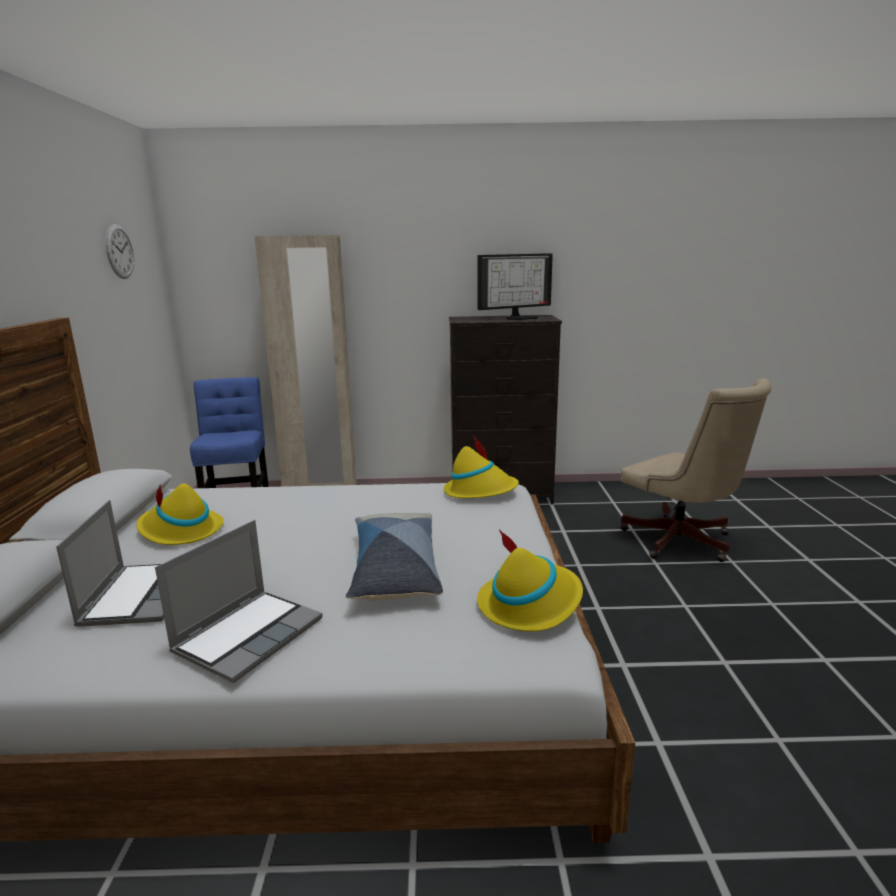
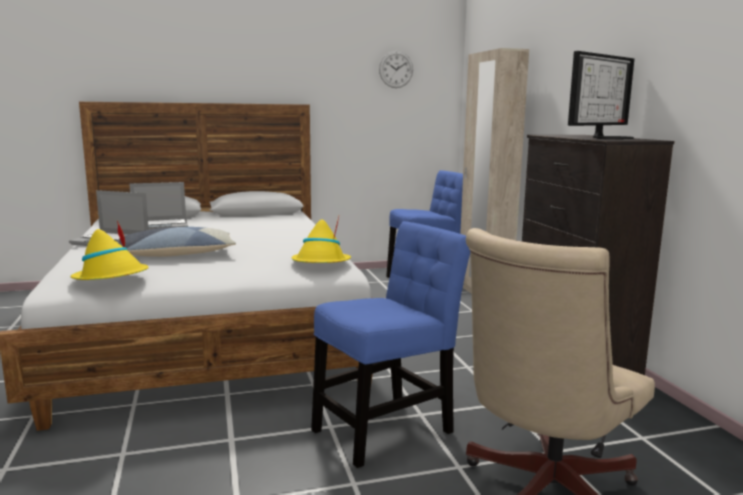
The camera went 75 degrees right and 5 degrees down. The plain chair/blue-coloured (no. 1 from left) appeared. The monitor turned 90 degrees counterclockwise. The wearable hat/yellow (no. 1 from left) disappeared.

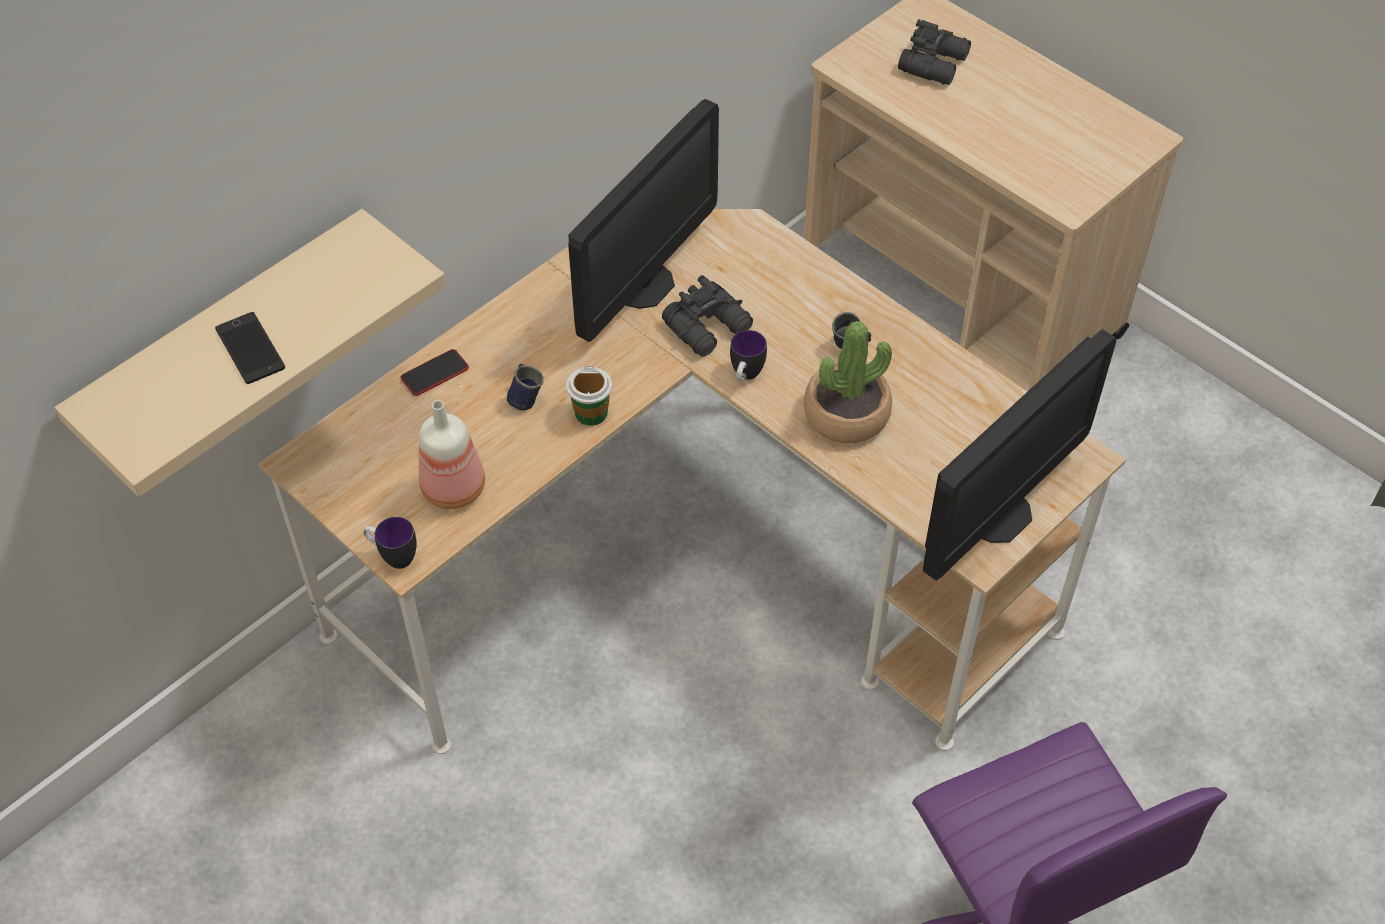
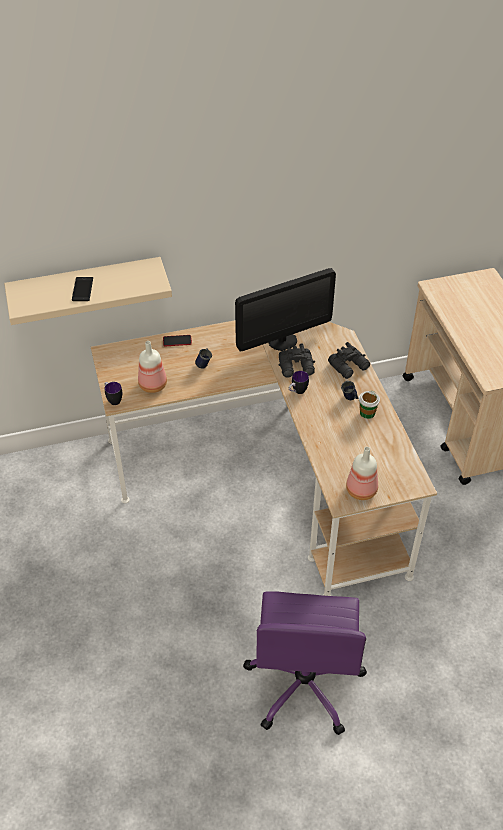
The camera went 30 degrees right and 5 degrees down. The field glasses/blackish (no. 2 from left) moved. The monitor (no. 2 from left) was replaced by the drink bottle (no. 2 from left). The cup moved. The houseplant disappeared.

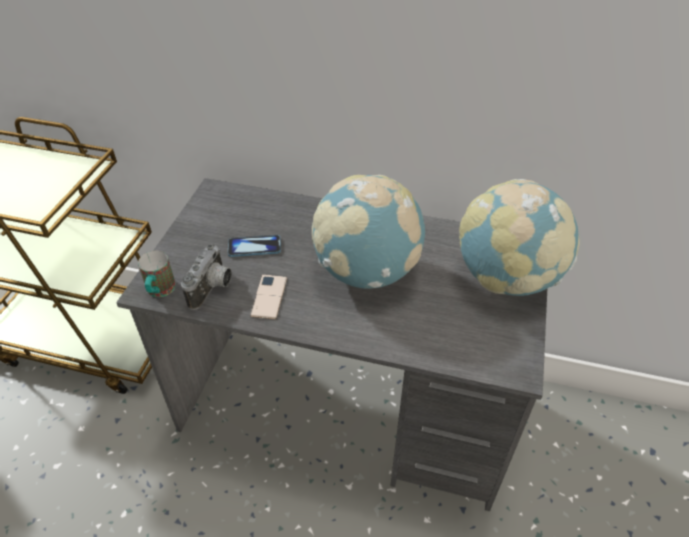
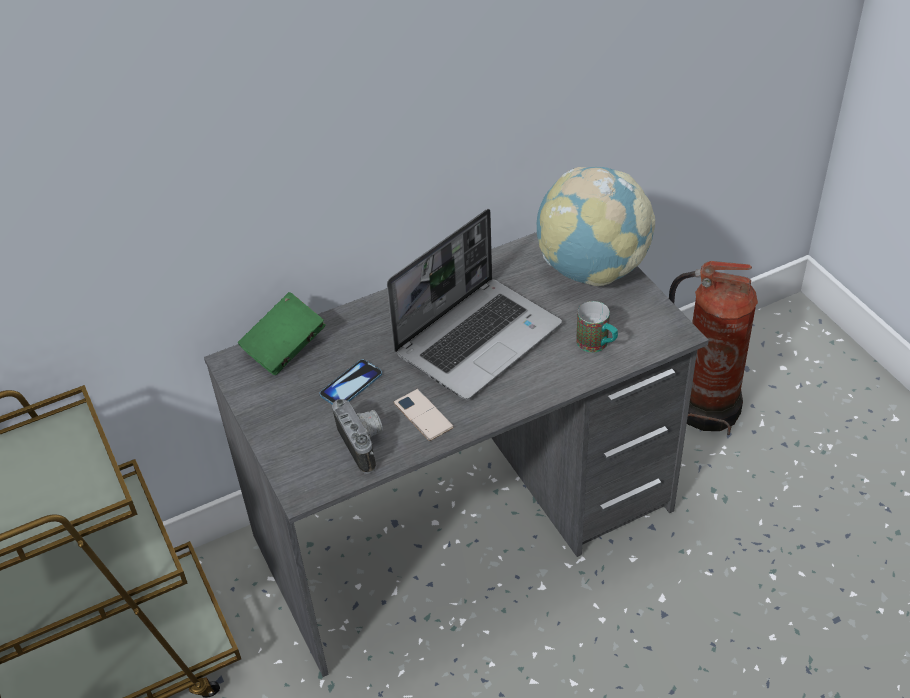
The camera went 40 degrees left and 0 degrees up. The bound book/green appeared. The globe (no. 1 from left) was replaced by the portable computer. The mug moved. The fire-fighting cylinder appeared.

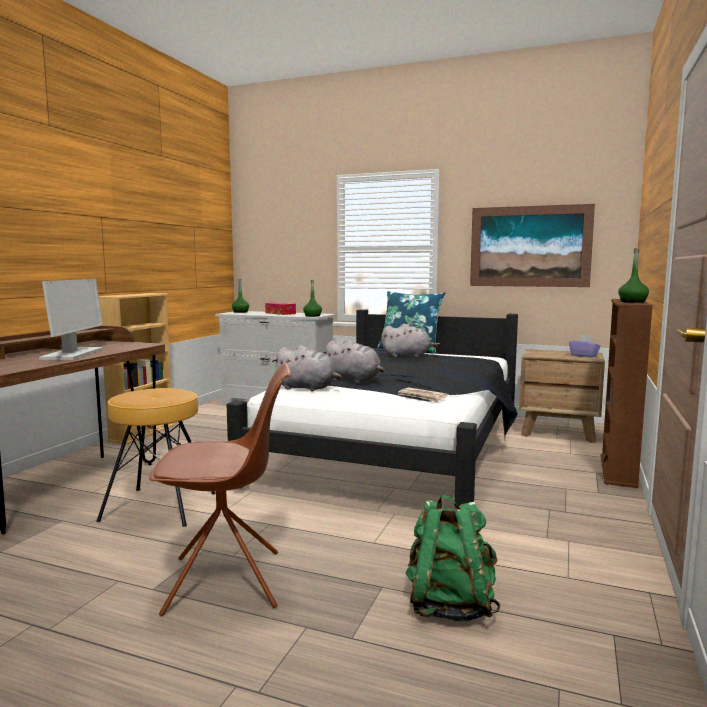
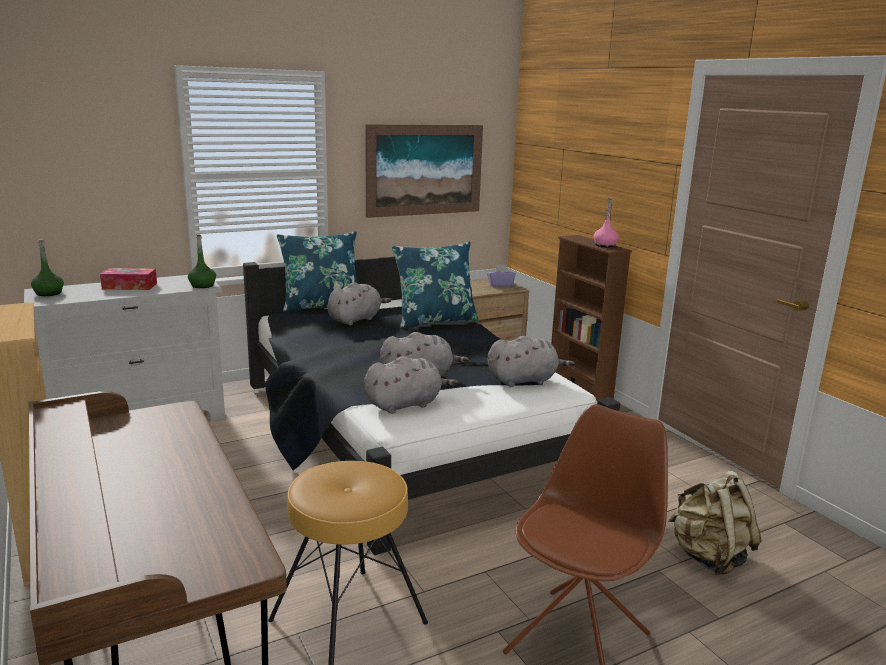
The camera went 50 degrees left and 10 degrees up. The pillow/blue-coloured (no. 2 from left) appeared. The newspaper was replaced by the plush toy/greyish (no. 4 from left). The drink bottle/green (no. 3 from left) became the drink bottle/pink. The backpack/green became the backpack/beige. The monitor disappeared.

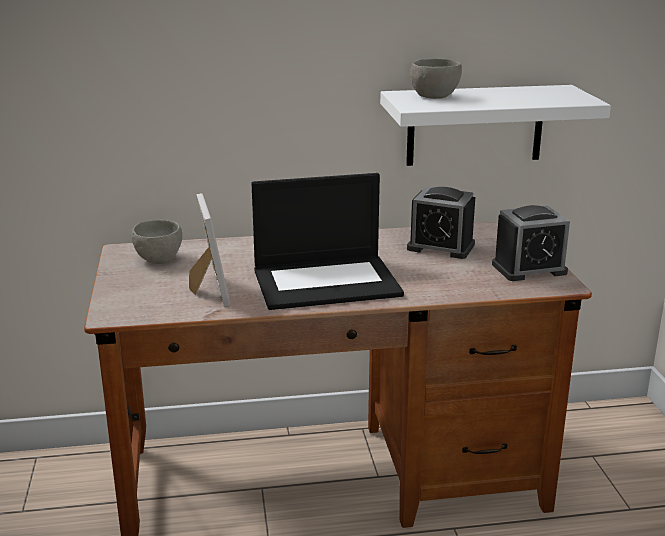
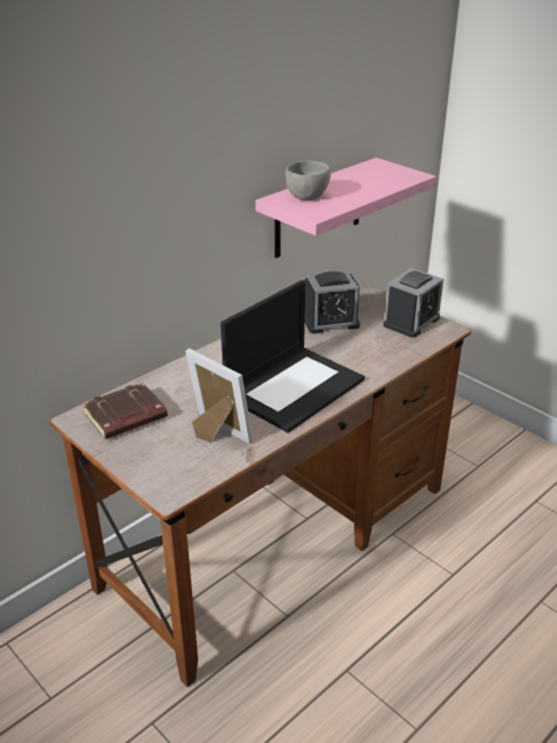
The camera went 35 degrees left and 10 degrees up. The bowl/greyish (no. 1 from left) was replaced by the bound book/brownish. The wall shelf/white-coloured became the wall shelf/pink.

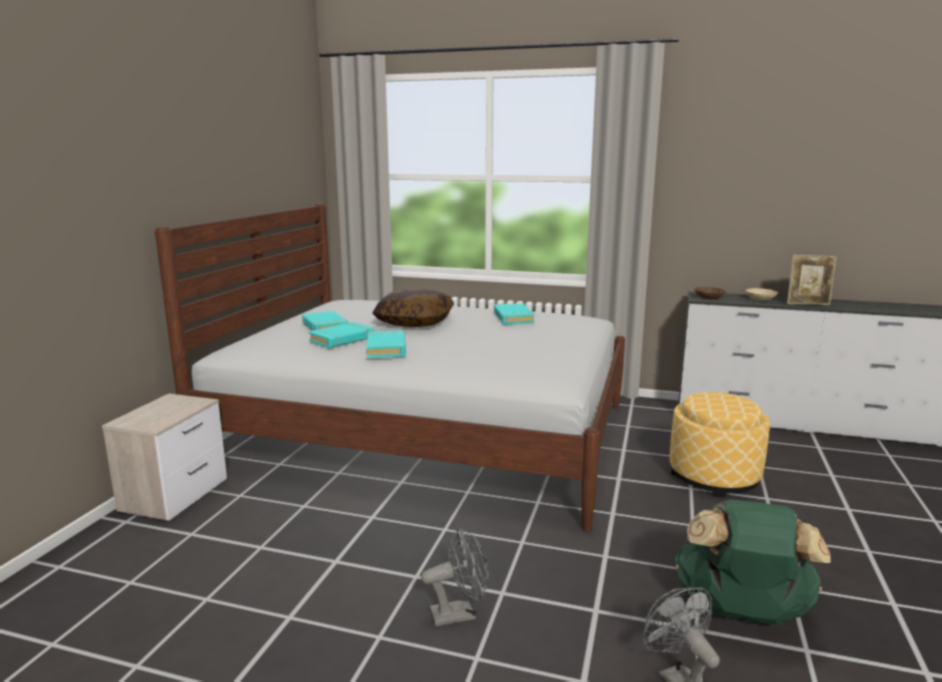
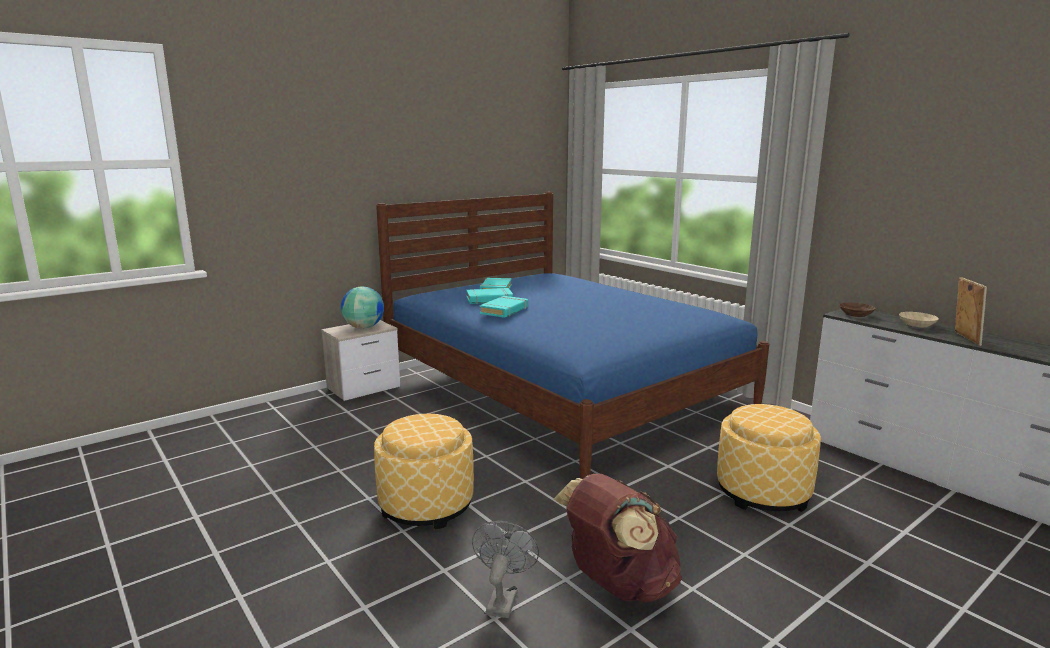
The camera went 35 degrees right and 0 degrees up. The globe appeared. The cooling fan/greyish (no. 1 from left) was replaced by the footrest (no. 1 from left). The sleeping bed/white-coloured became the sleeping bed/blue-coloured. The backpack/green became the backpack/brownish. The standing frame turned 120 degrees counterclockwise. The pillow disappeared. The bound book/blue-green (no. 4 from left) disappeared.

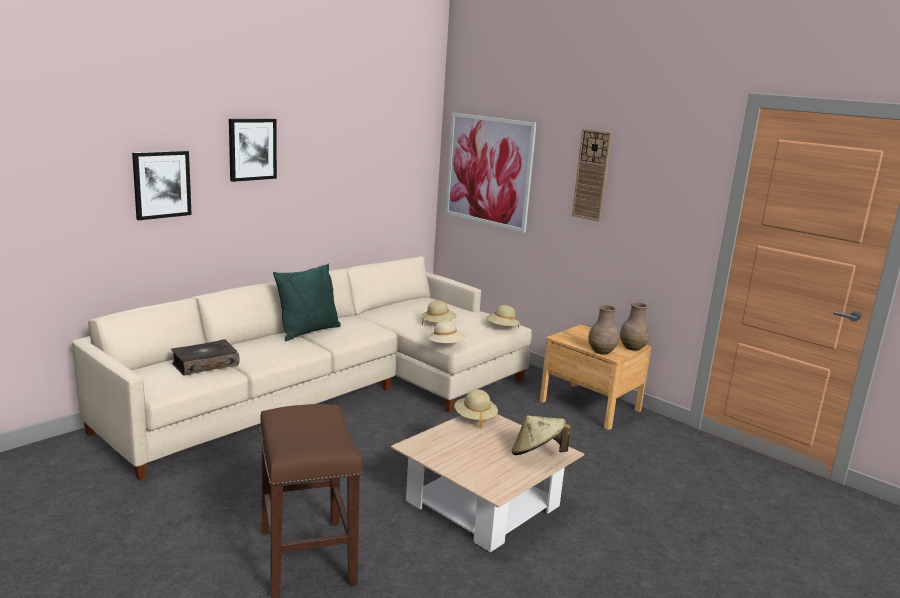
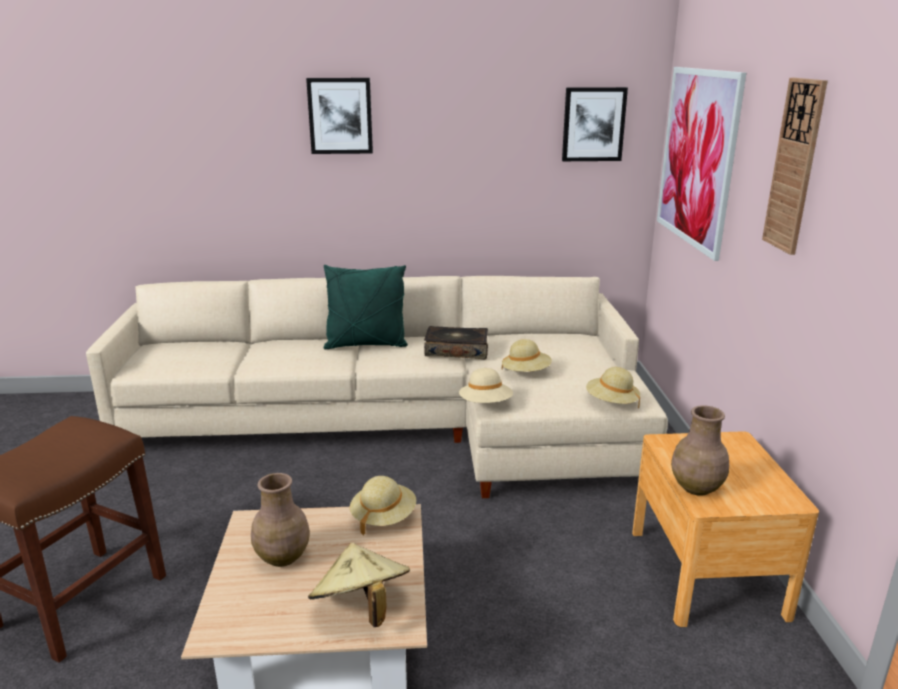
The camera went 45 degrees right and 5 degrees up. The vase/brownish (no. 2 from left in the first image) moved. The bound book moved. The wall art (no. 1 from left in the first image) moved.

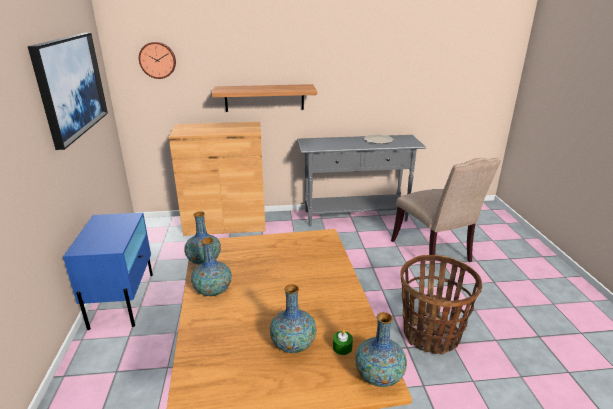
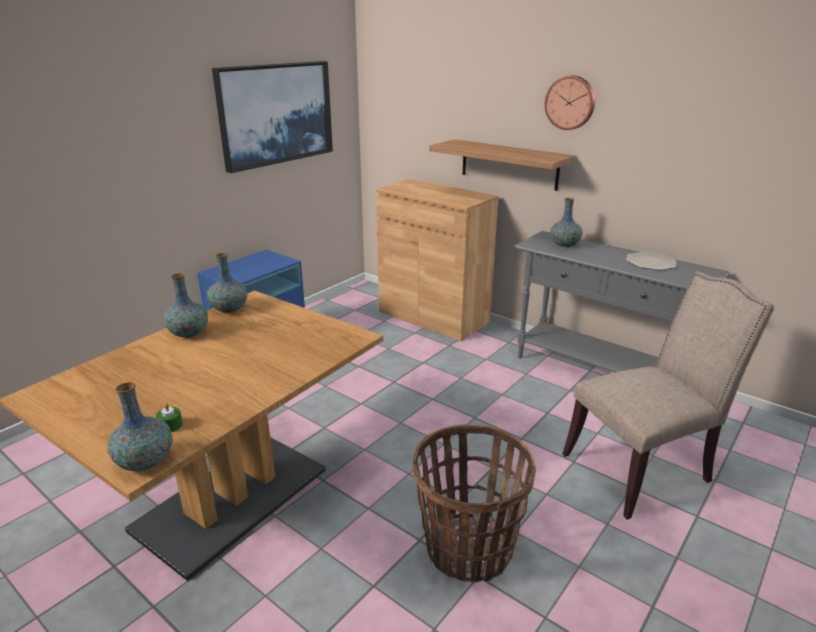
The camera went 45 degrees right and 0 degrees up. The wall clock moved. The vase (no. 3 from left in the first image) moved. The plain chair/beige turned 135 degrees counterclockwise.

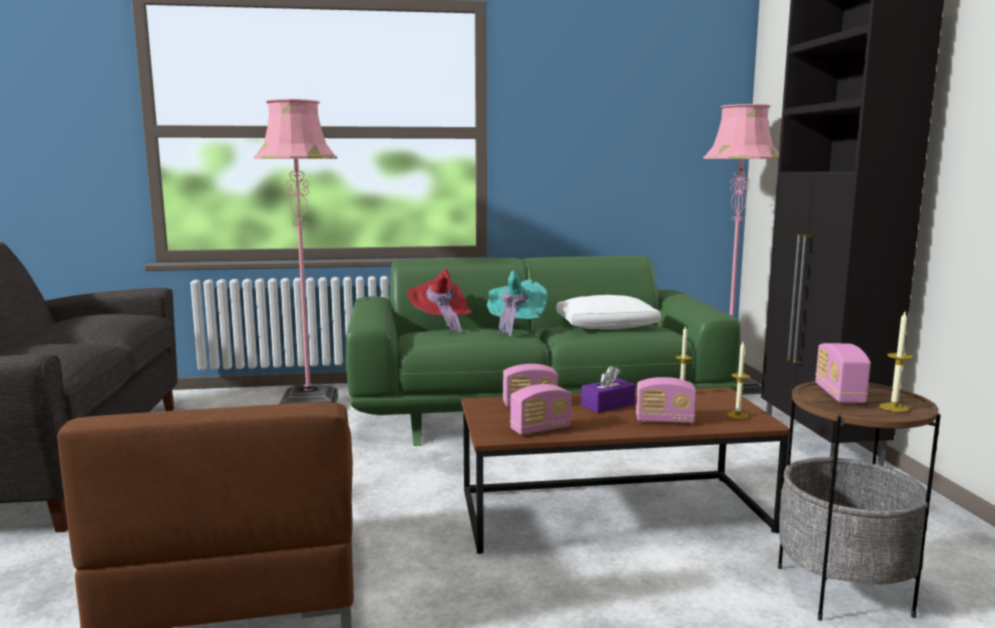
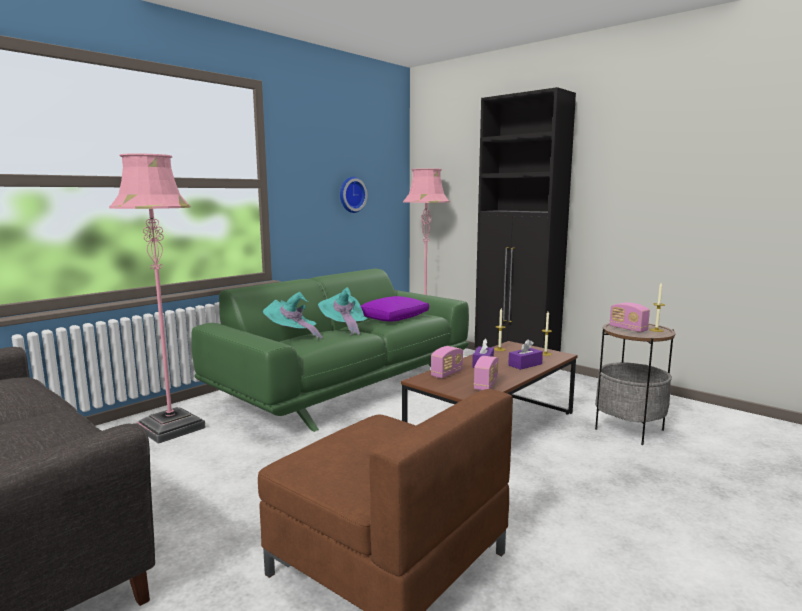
The camera went 40 degrees left and 0 degrees up. The wearable hat/red became the wearable hat/blue-green (no. 1 from left). The wall clock appeared. The pillow/white-coloured became the pillow/purple-coloured. The radio receiver (no. 3 from left) was replaced by the tissue box/purple-coloured (no. 2 from left).

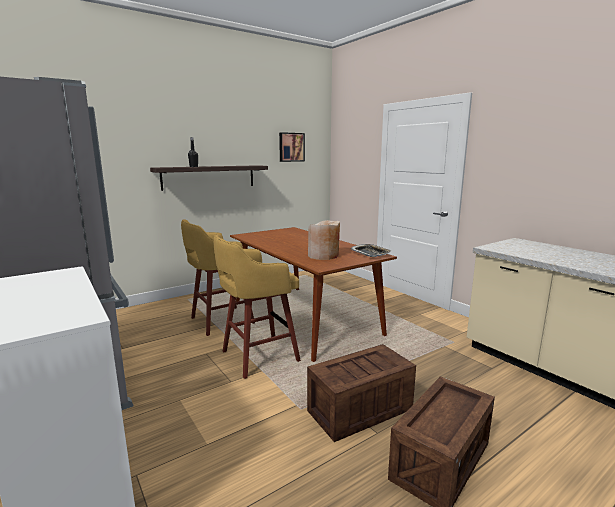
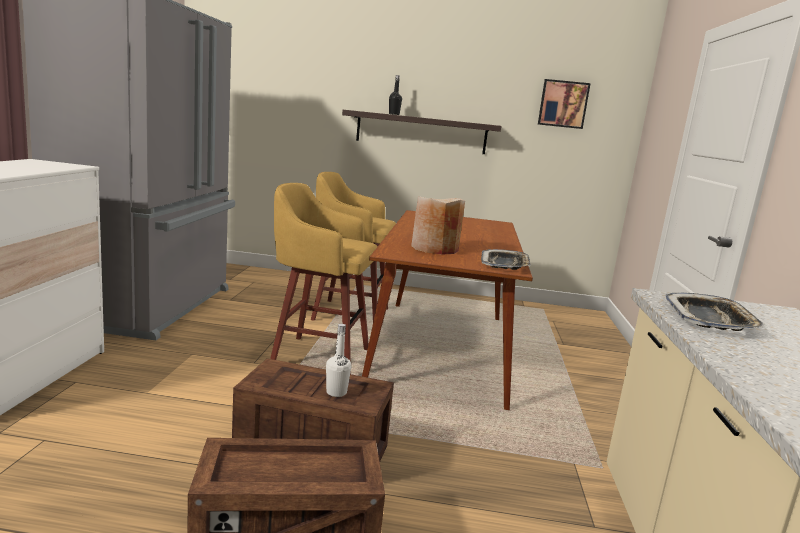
The camera went 40 degrees right and 0 degrees up. The drink bottle/white-coloured appeared. The carrying tray (no. 2 from left) appeared.

